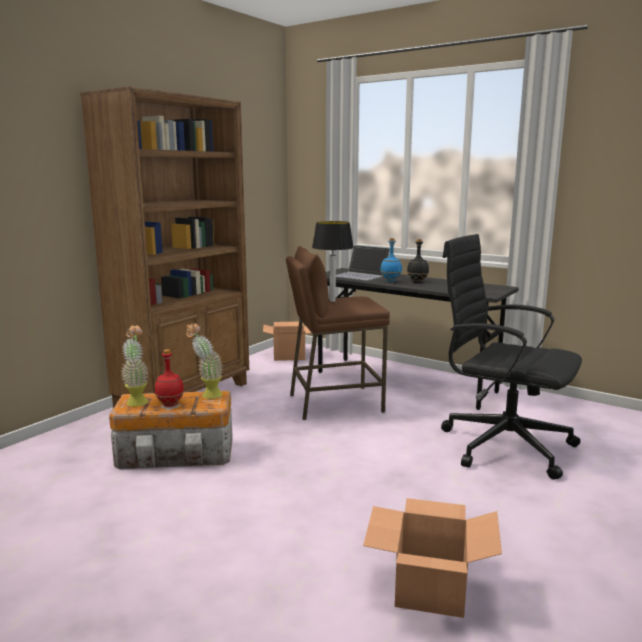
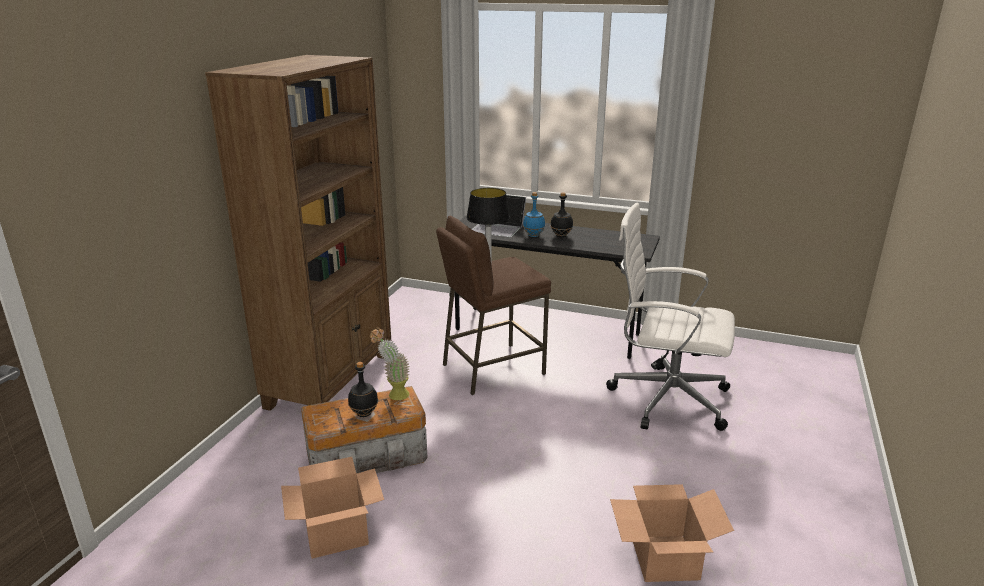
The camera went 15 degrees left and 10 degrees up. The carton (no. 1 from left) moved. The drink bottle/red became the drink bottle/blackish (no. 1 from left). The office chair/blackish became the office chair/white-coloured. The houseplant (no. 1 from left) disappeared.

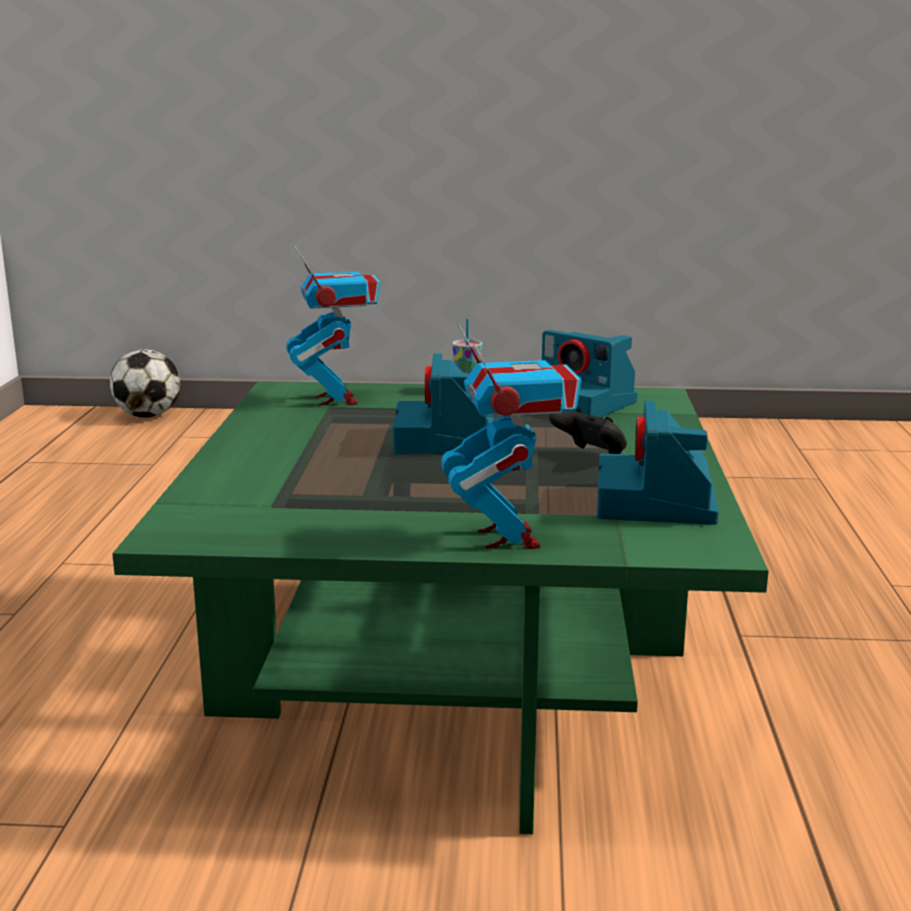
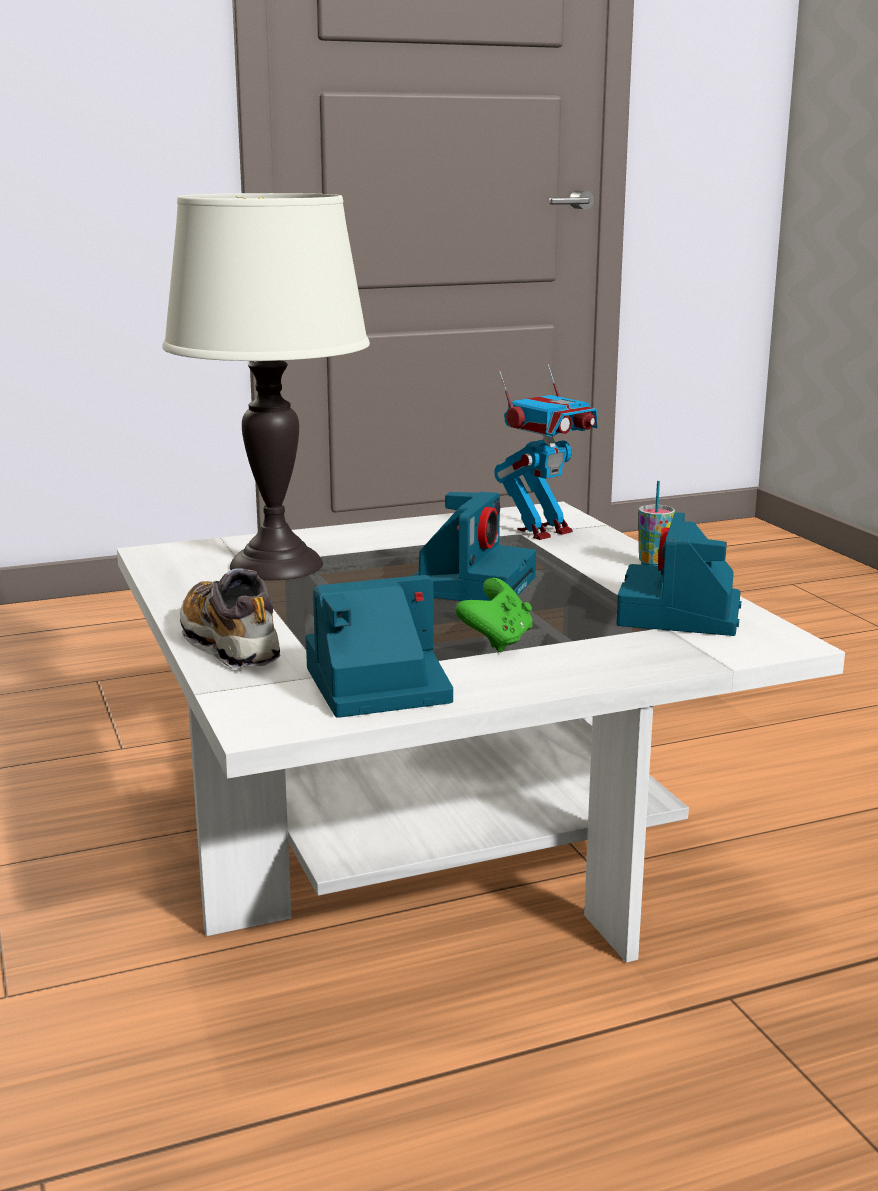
The camera went 65 degrees right and 0 degrees up. The coffee table/green became the coffee table/white-coloured. The lamp for a table/white-coloured appeared. The toy robot (no. 2 from left) was replaced by the item of footwear. The still camera (no. 1 from left in the first image) turned 135 degrees clockwise. The gamepad/blackish became the gamepad/green. The football ball disappeared.

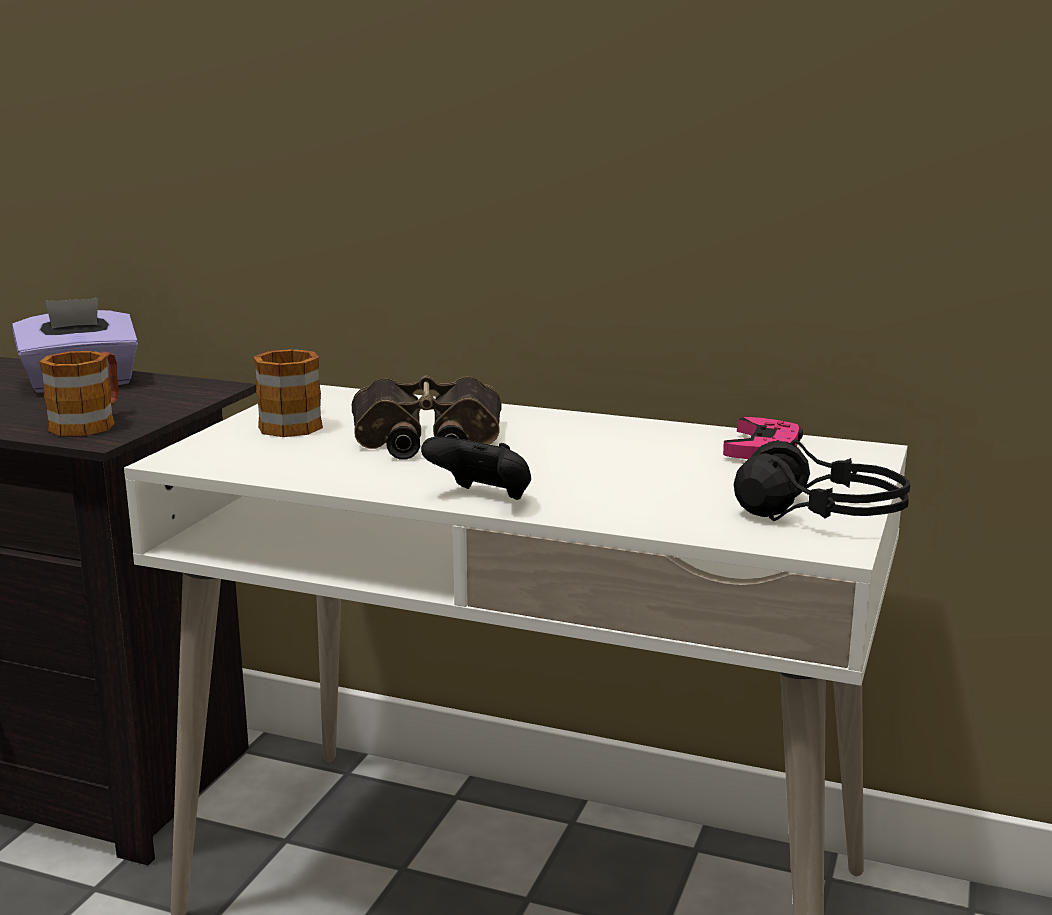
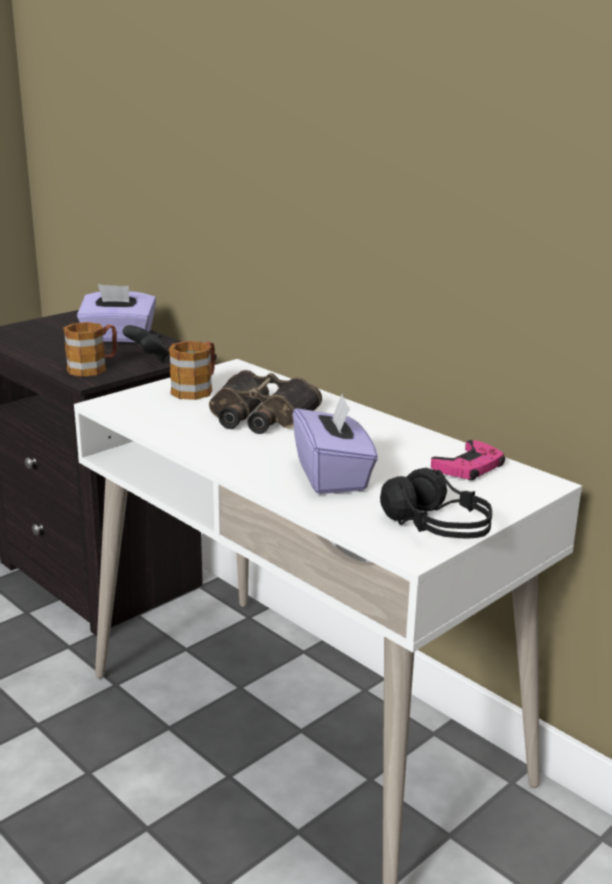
The camera went 25 degrees right and 5 degrees up. The gamepad/blackish moved. The tissue box/purple-coloured (no. 2 from left) appeared.

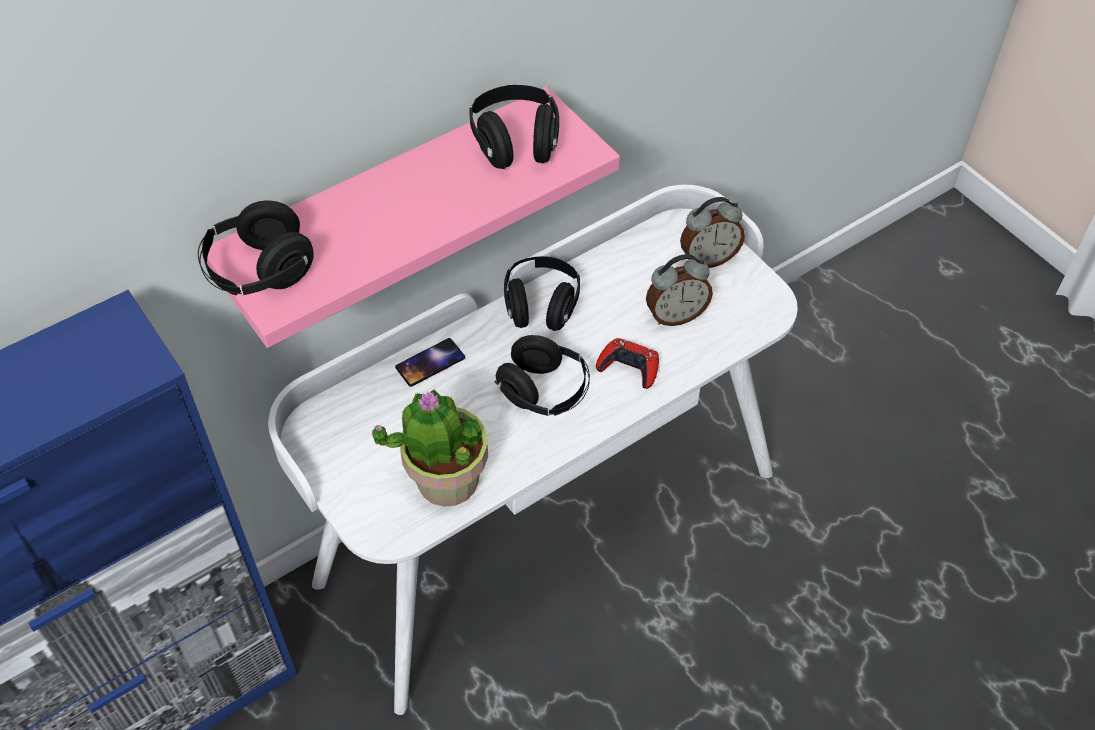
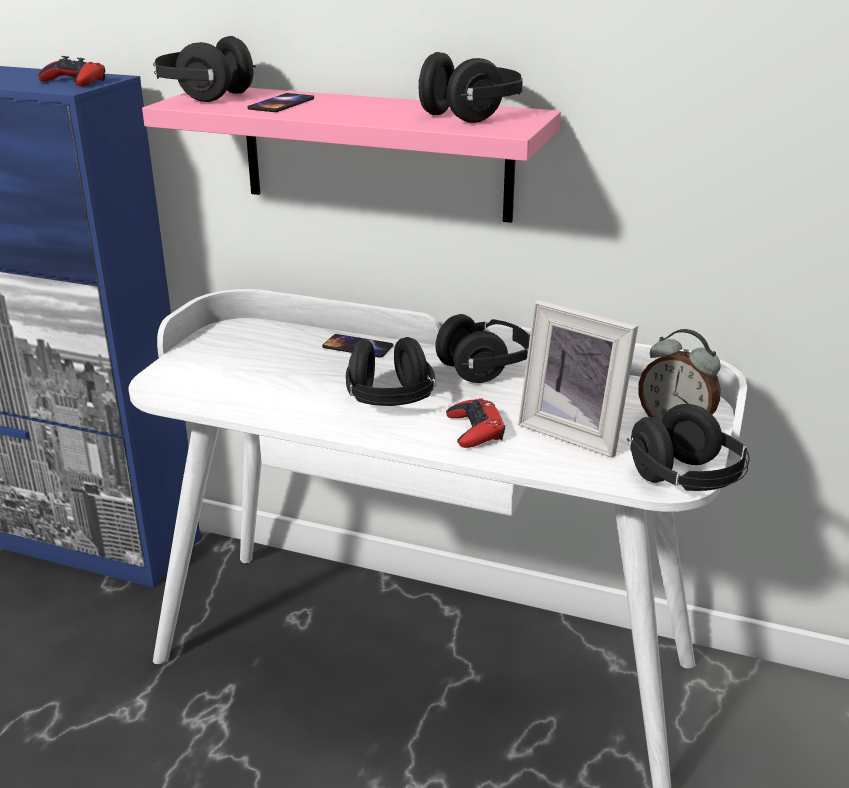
The camera went 55 degrees right and 25 degrees down. The gamepad/red (no. 1 from left) appeared. The telephone (no. 1 from left) appeared. The bedside clock (no. 1 from left) was replaced by the standing frame. The pair of headphones/blackish (no. 5 from left) appeared. The houseplant disappeared.

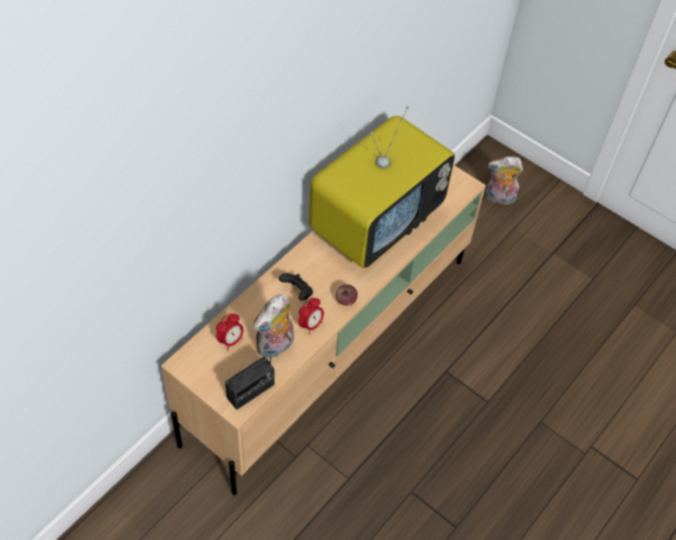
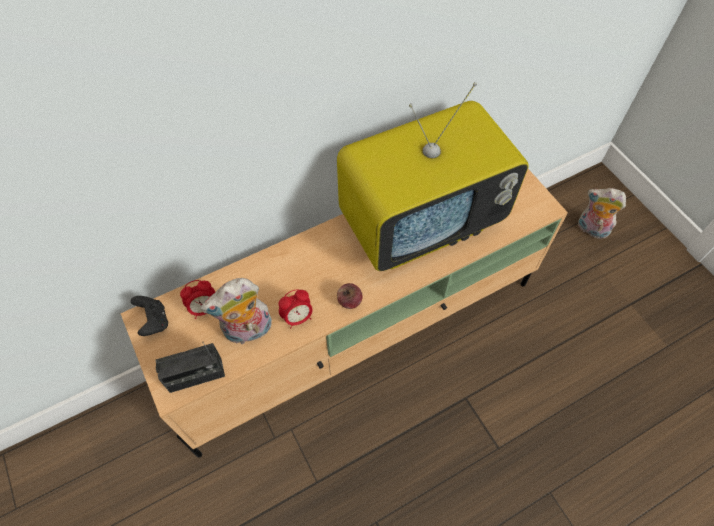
The camera went 25 degrees right and 5 degrees up. The gamepad/blackish moved.

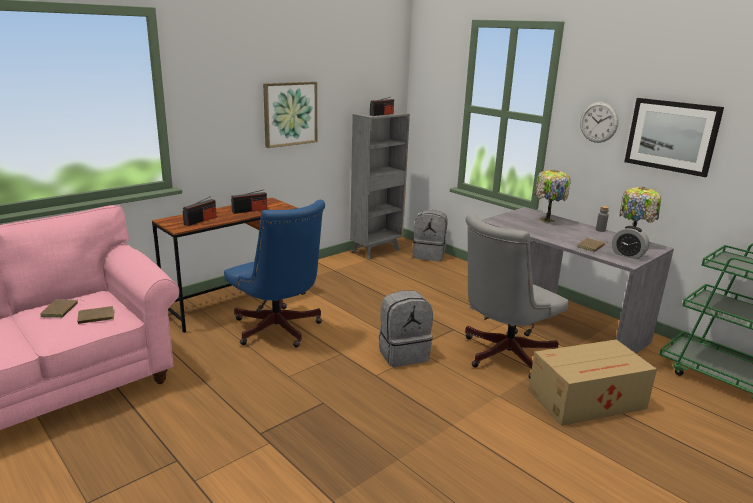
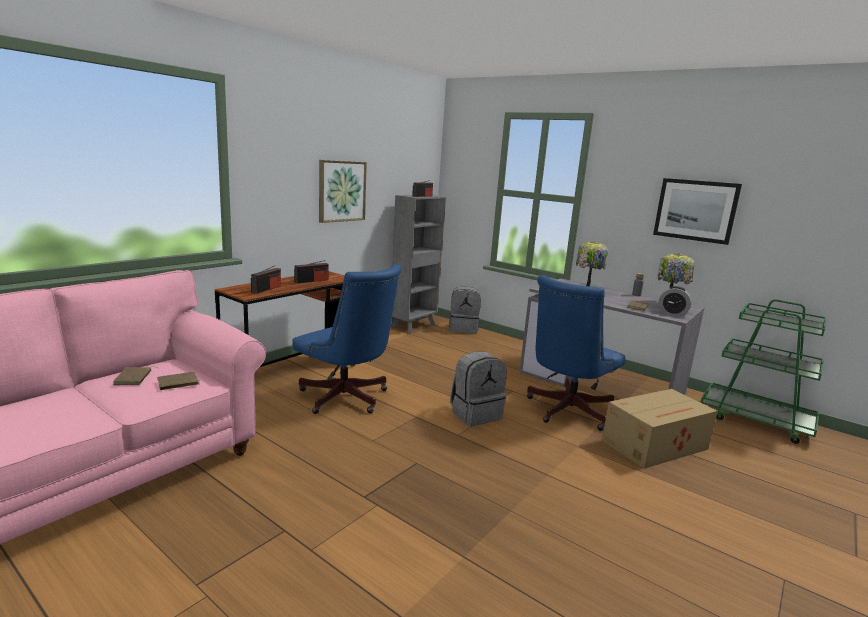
The camera went 10 degrees left and 5 degrees down. The office chair/greyish became the office chair/blue-coloured (no. 2 from left). The wall clock disappeared.

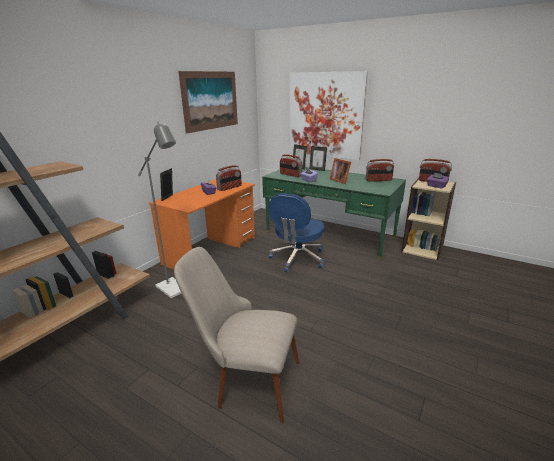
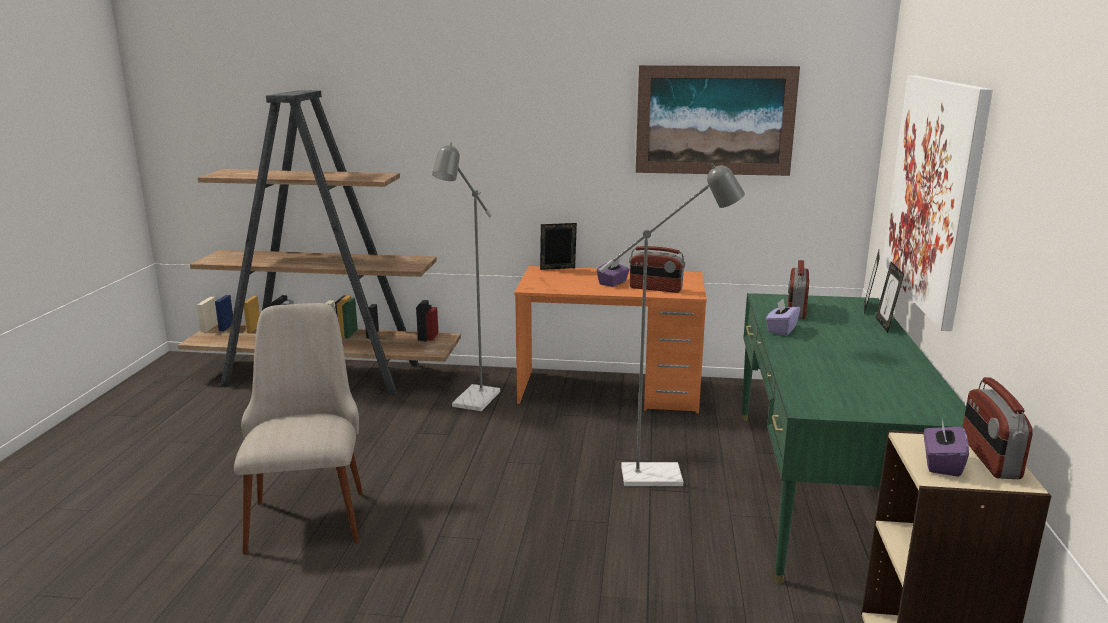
The camera went 65 degrees right and 5 degrees down. The office chair/blue-coloured was replaced by the standard lamp/greyish (no. 2 from left). The standing frame (no. 4 from left) disappeared. The radio receiver (no. 3 from left) disappeared.

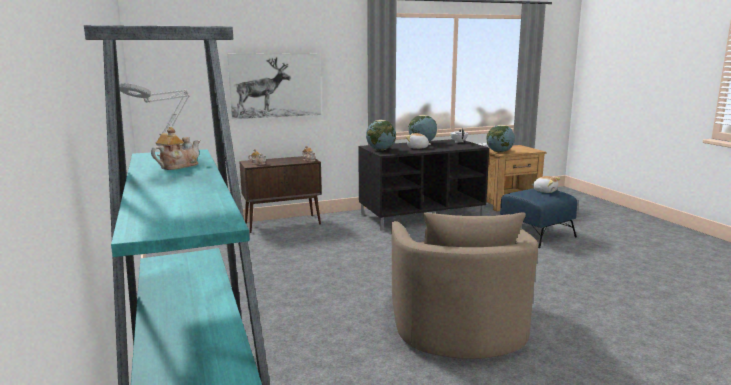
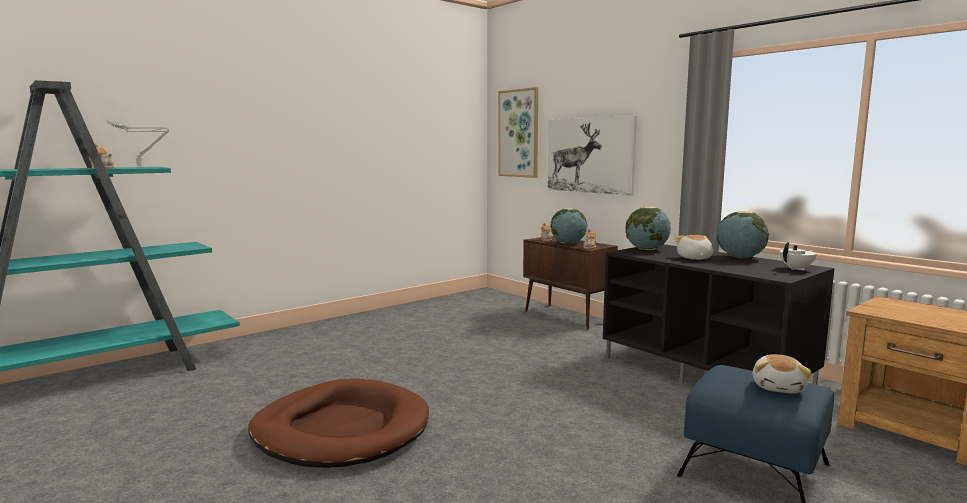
The camera went 70 degrees right and 5 degrees down. The armchair/beige was replaced by the dog bed/brownish. The wall art (no. 1 from left) appeared. The globe (no. 3 from left in the first image) moved.

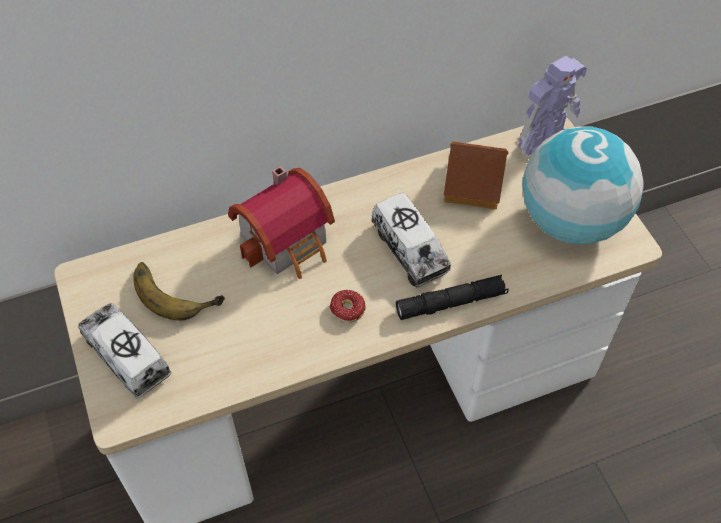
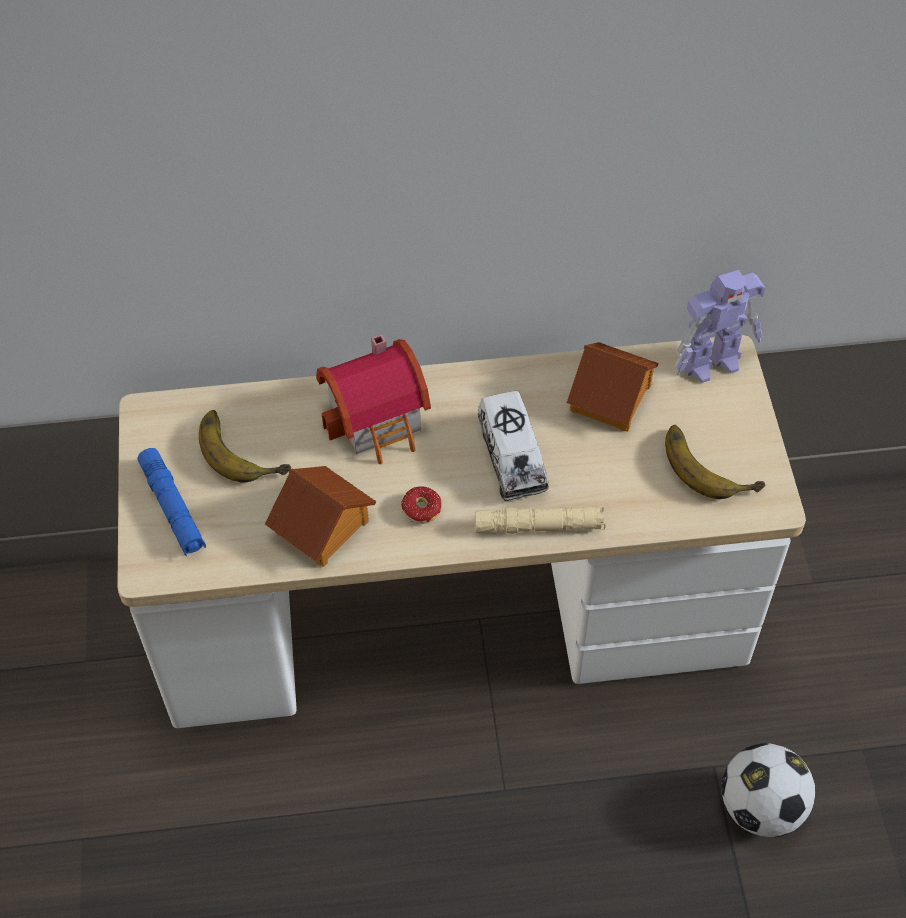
The camera went 15 degrees right and 0 degrees up. The model truck (no. 1 from left) was replaced by the hand torch/blue-coloured. The model house (no. 1 from left) appeared. The hand torch/blackish became the hand torch/beige. The globe was replaced by the banana (no. 2 from left). The football ball appeared.

